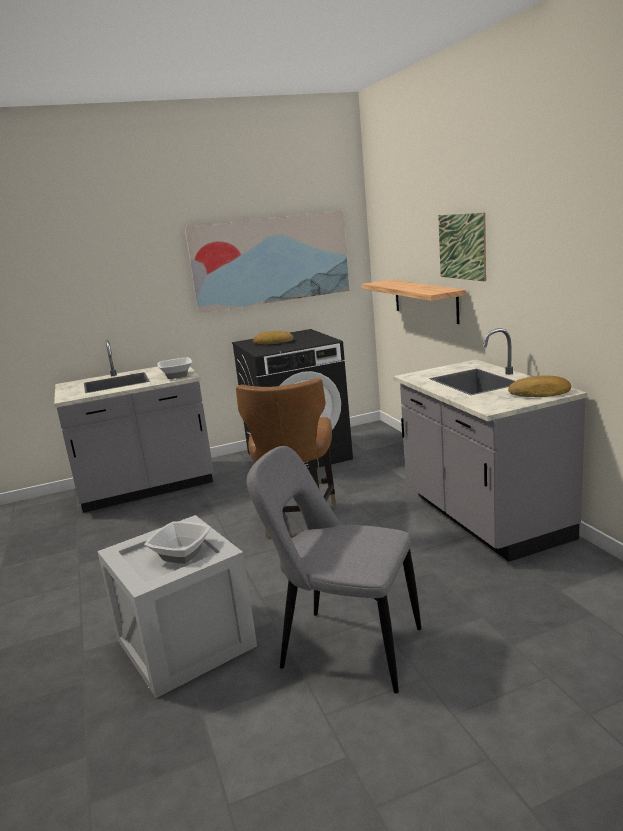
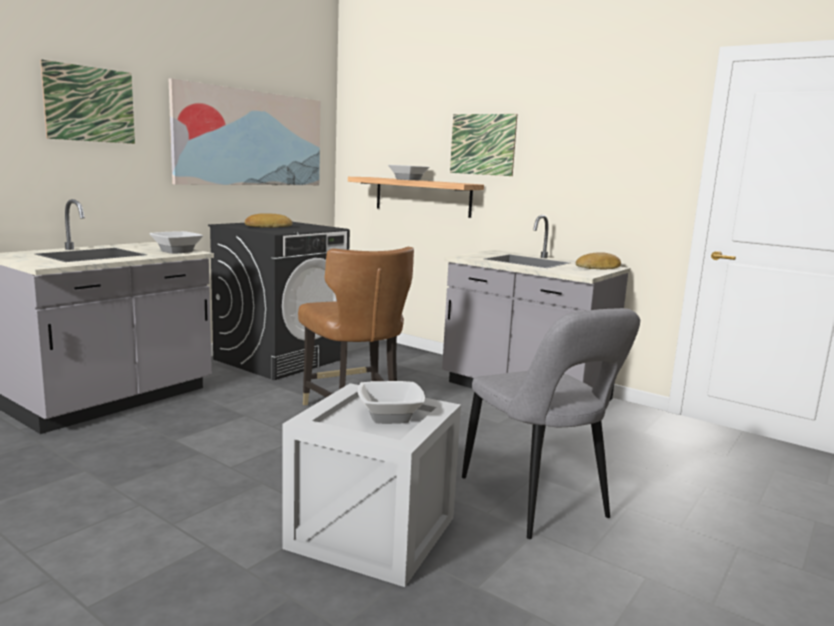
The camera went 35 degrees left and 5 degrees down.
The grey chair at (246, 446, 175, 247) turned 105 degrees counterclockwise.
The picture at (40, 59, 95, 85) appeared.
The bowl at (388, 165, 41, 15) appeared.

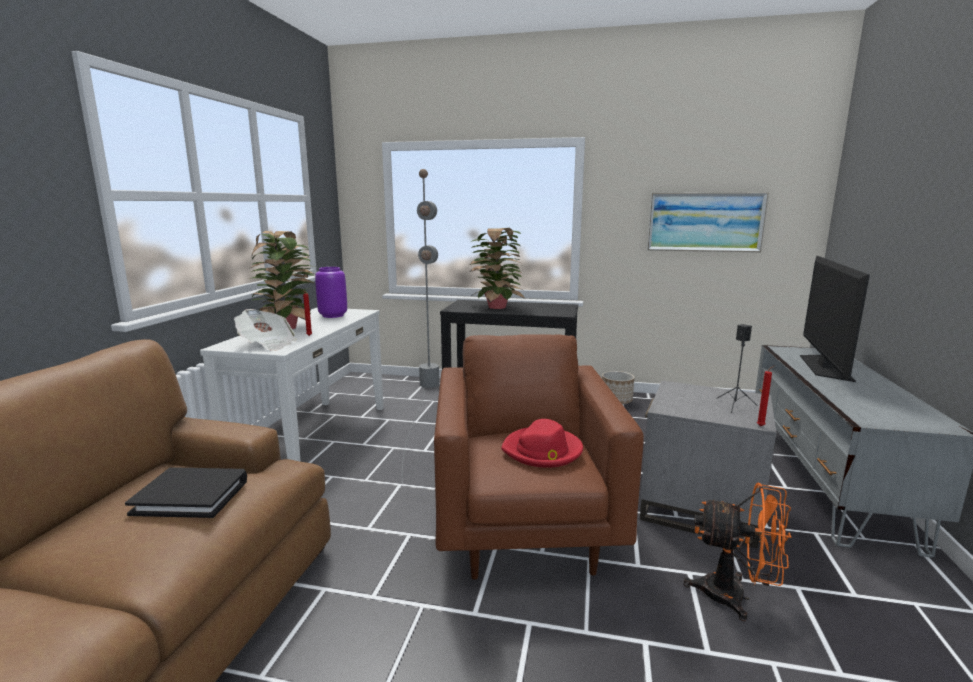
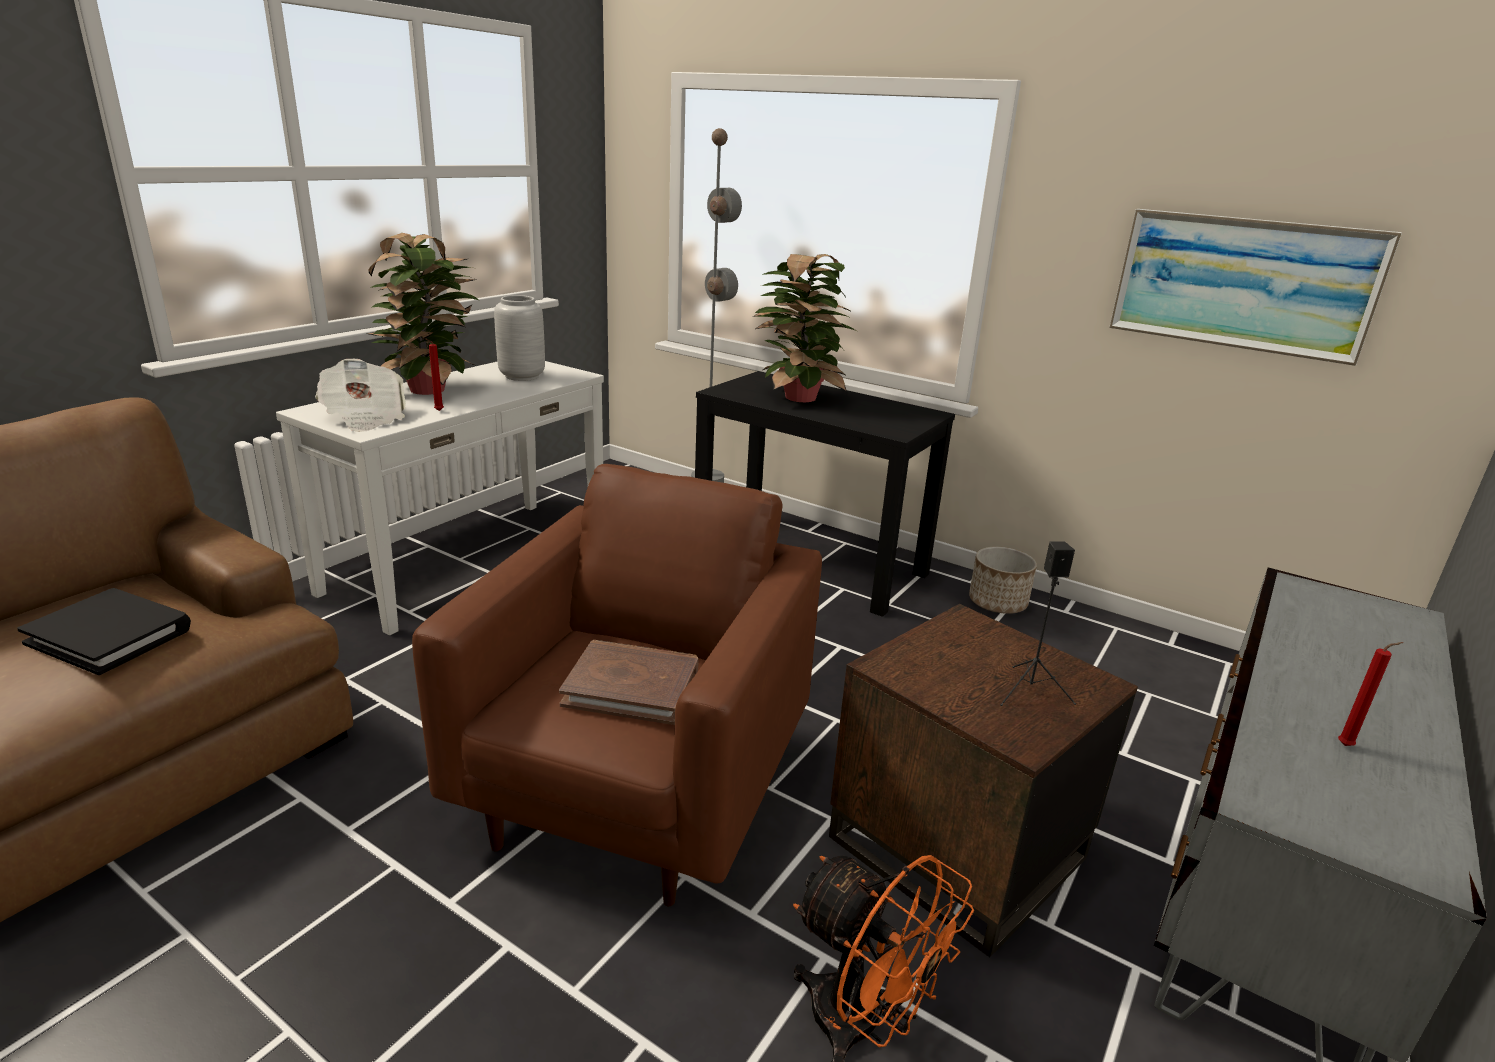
The camera went 20 degrees right and 10 degrees up.
The television at (800, 256, 70, 126) disappeared.
The purple vase at (315, 267, 32, 51) became the grey vase at (494, 295, 51, 86).
The red candle moved from (757, 365, 18, 61) to (1338, 642, 66, 104).
The grey side table at (640, 381, 137, 167) became the brown side table at (829, 604, 309, 353).
The red hat at (501, 419, 82, 49) was replaced by the brown book at (559, 640, 140, 85).

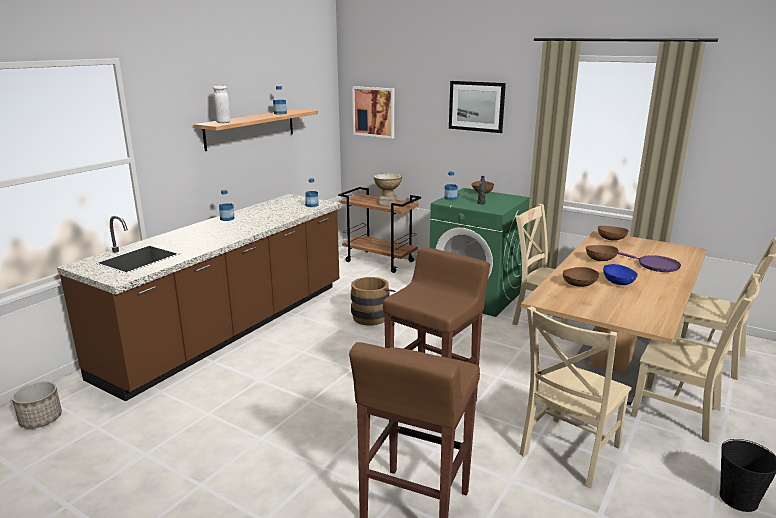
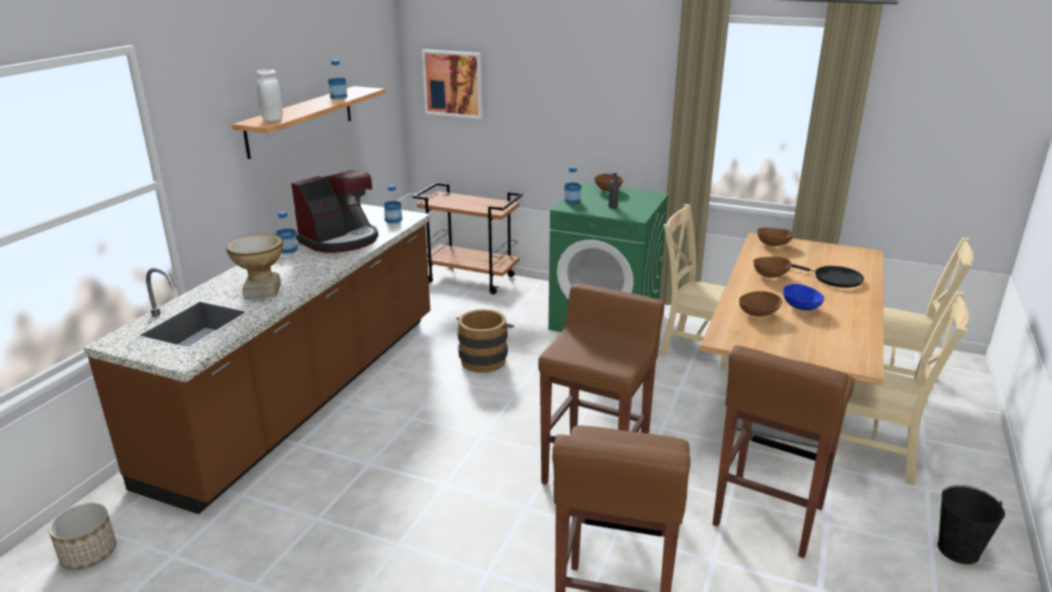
The camera went 10 degrees left and 5 degrees up.
The picture at (449, 81, 57, 52) disappeared.
The vase moved from (374, 173, 28, 32) to (226, 233, 57, 66).
The purple frying pan at (618, 252, 63, 20) became the black frying pan at (791, 264, 73, 24).
The beige chair at (520, 306, 112, 182) was replaced by the brown stool at (712, 345, 142, 213).
The coffee machine at (291, 170, 87, 83) appeared.

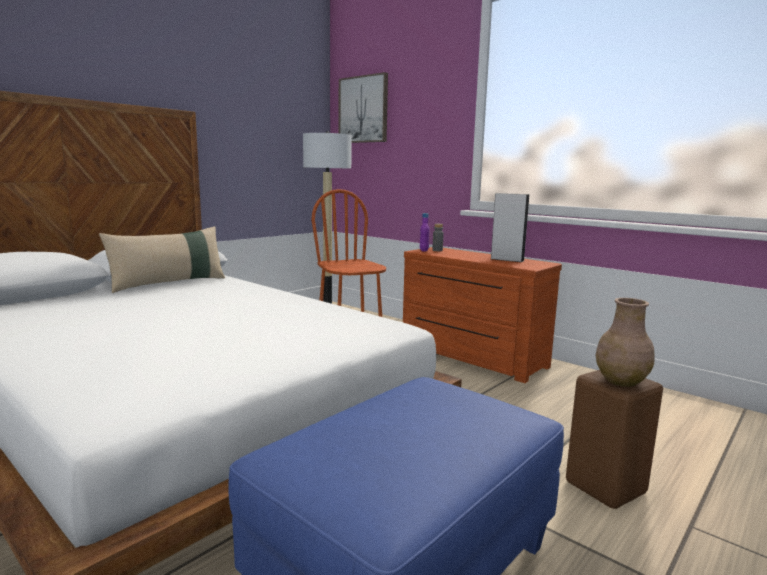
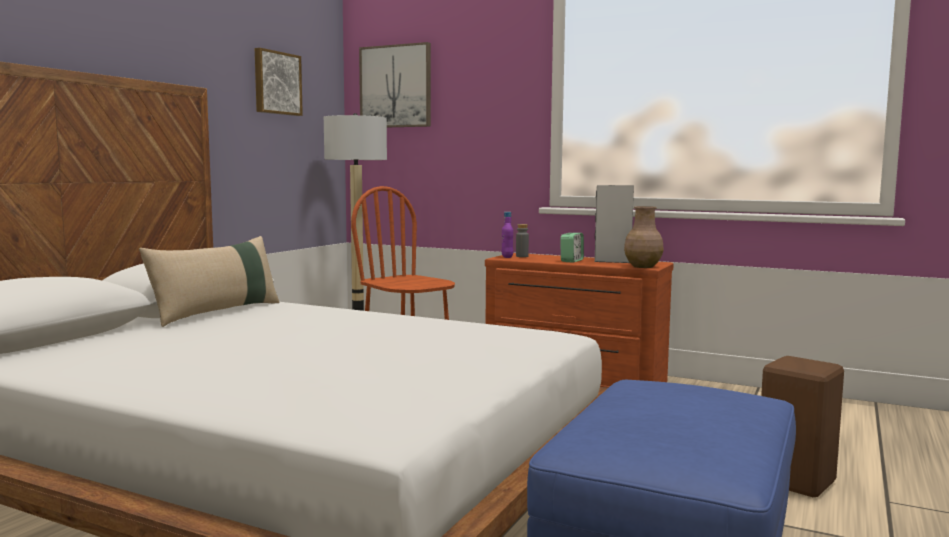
The camera went 15 degrees left and 5 degrees down.
The brown vase moved from (596, 298, 59, 89) to (624, 206, 39, 62).
The picture at (255, 48, 48, 68) appeared.
The alarm clock at (560, 233, 24, 30) appeared.

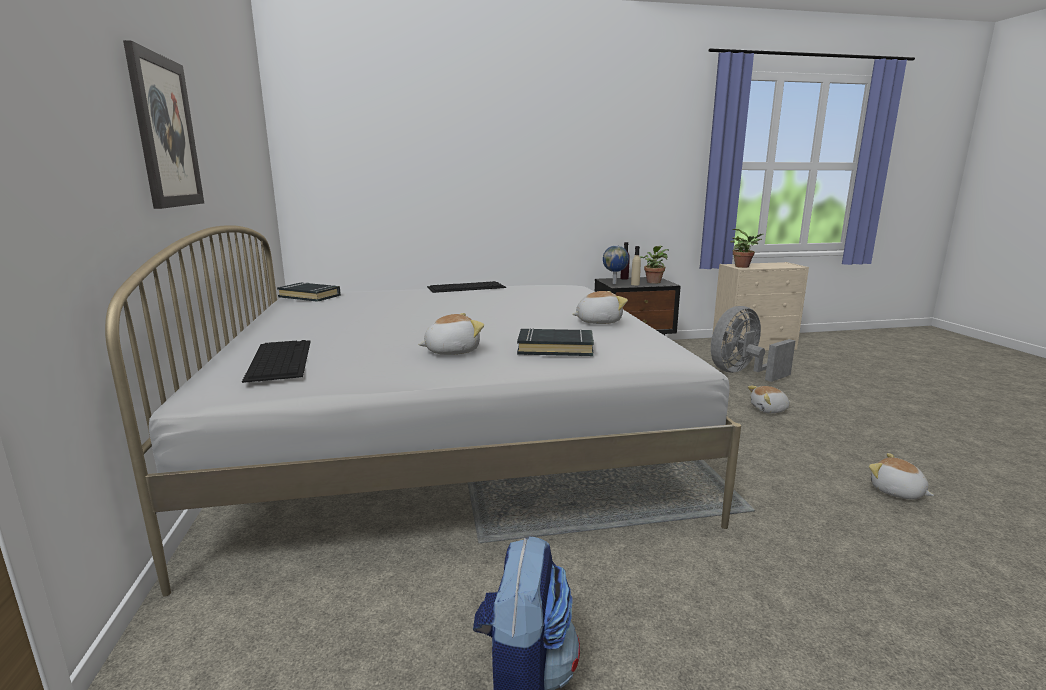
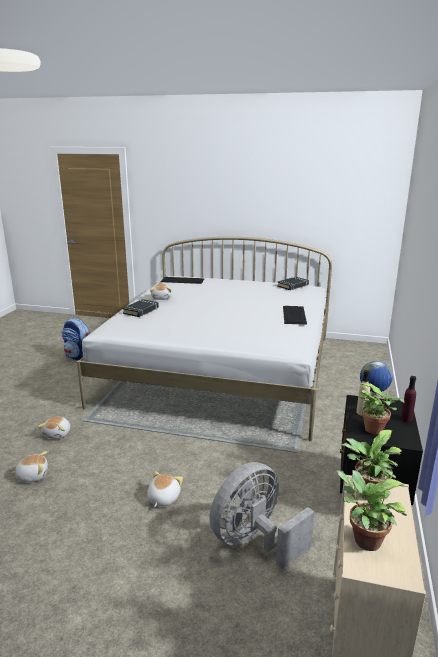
The camera went 115 degrees right and 5 degrees up.
The picture at (123, 40, 81, 169) disappeared.
The plush toy moved from (572, 291, 56, 33) to (38, 417, 32, 22).
The grey fan at (711, 306, 84, 76) turned 120 degrees counterclockwise.
The potted plant at (336, 470, 71, 81) appeared.

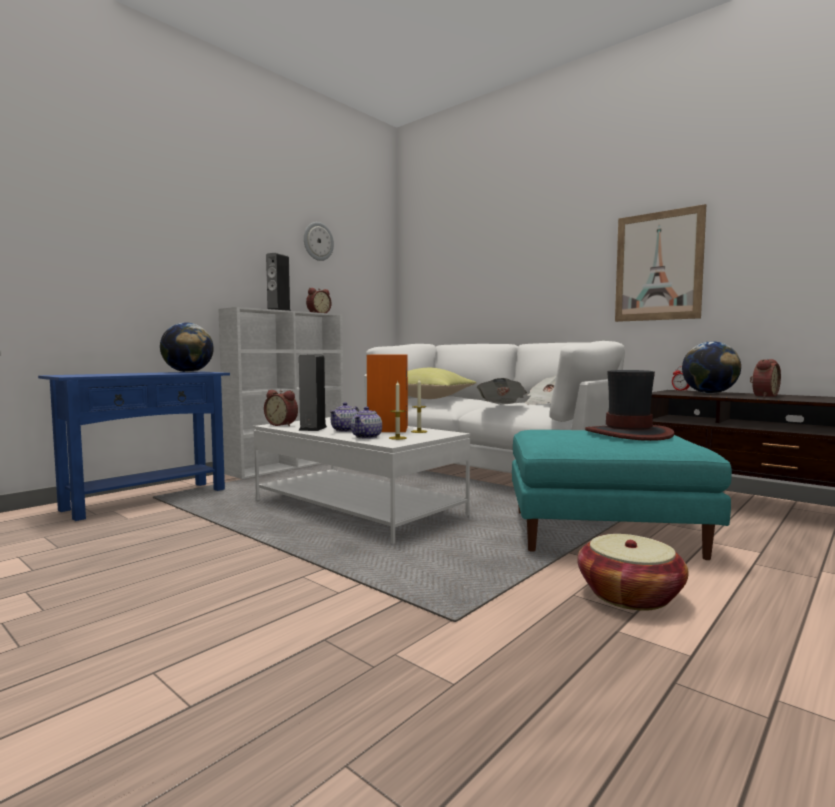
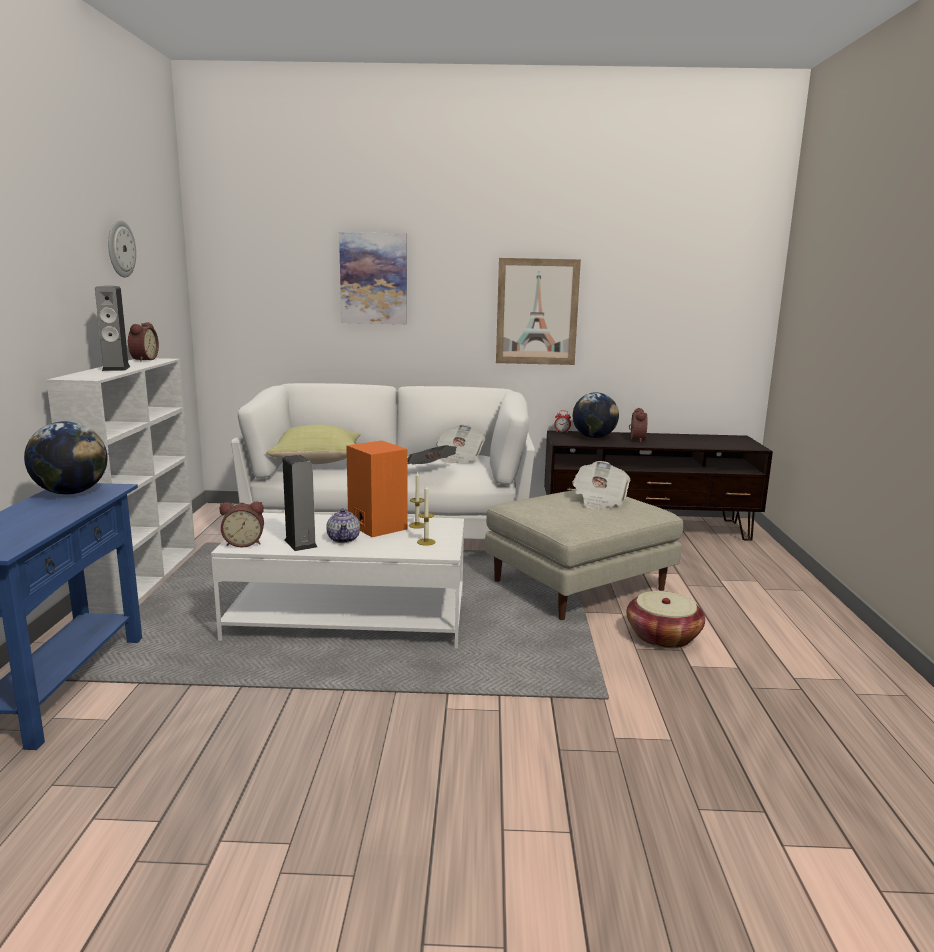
The camera went 40 degrees left and 10 degrees up.
The hat at (585, 370, 89, 71) was replaced by the newspaper at (572, 461, 59, 48).
The teapot at (351, 407, 31, 32) disappeared.
The turquoise ottoman at (512, 430, 220, 130) became the beige ottoman at (485, 490, 198, 130).
The picture at (339, 232, 68, 92) appeared.

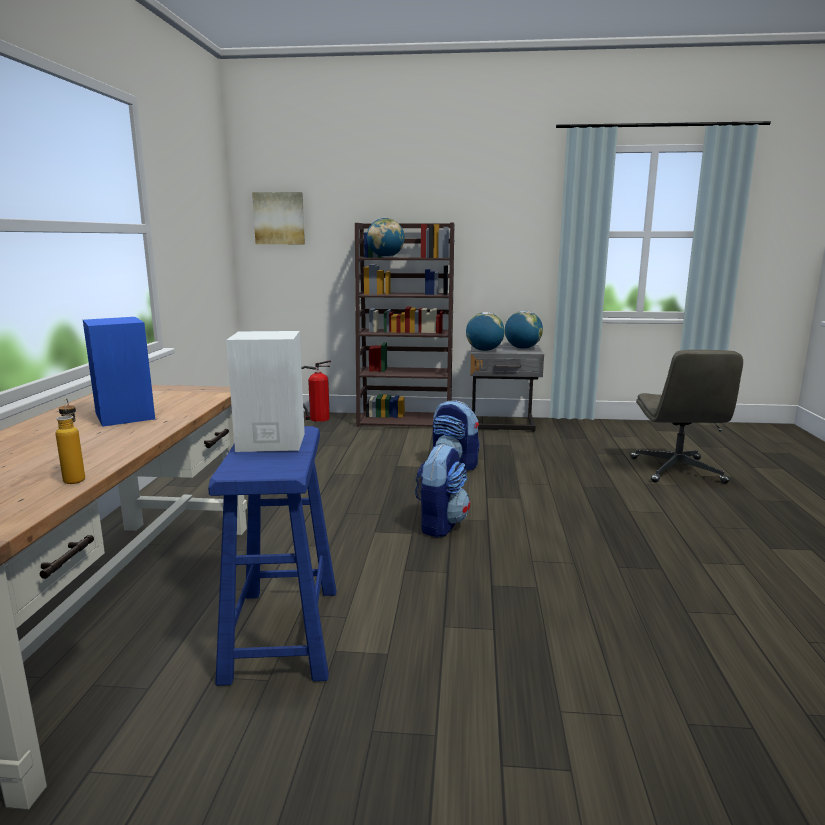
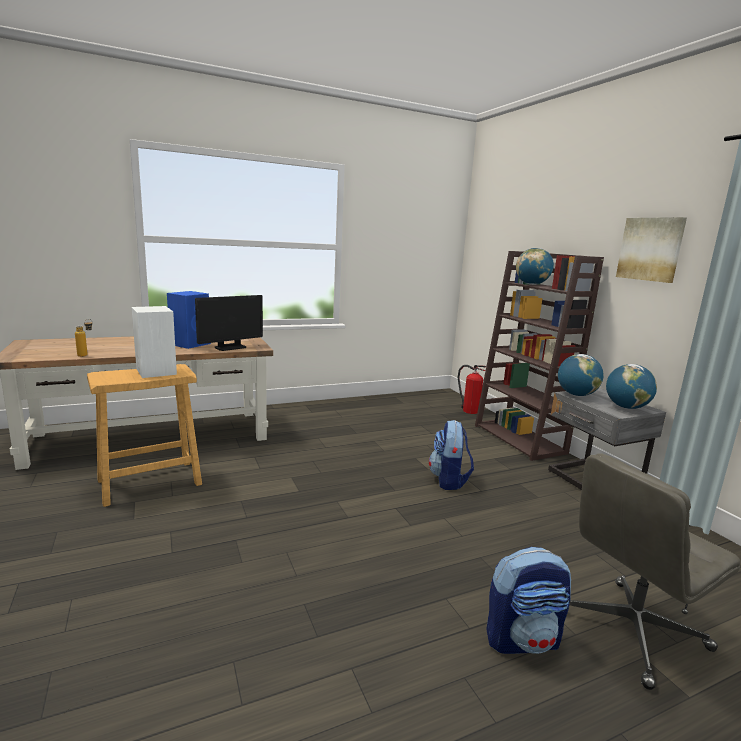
The camera went 60 degrees right and 0 degrees up.
The picture moved from (252, 192, 53, 52) to (616, 217, 71, 66).
The blue stool at (208, 426, 128, 260) became the beige stool at (87, 364, 115, 143).
The backpack moved from (415, 443, 55, 94) to (486, 547, 85, 107).
The monitor at (195, 295, 68, 56) appeared.

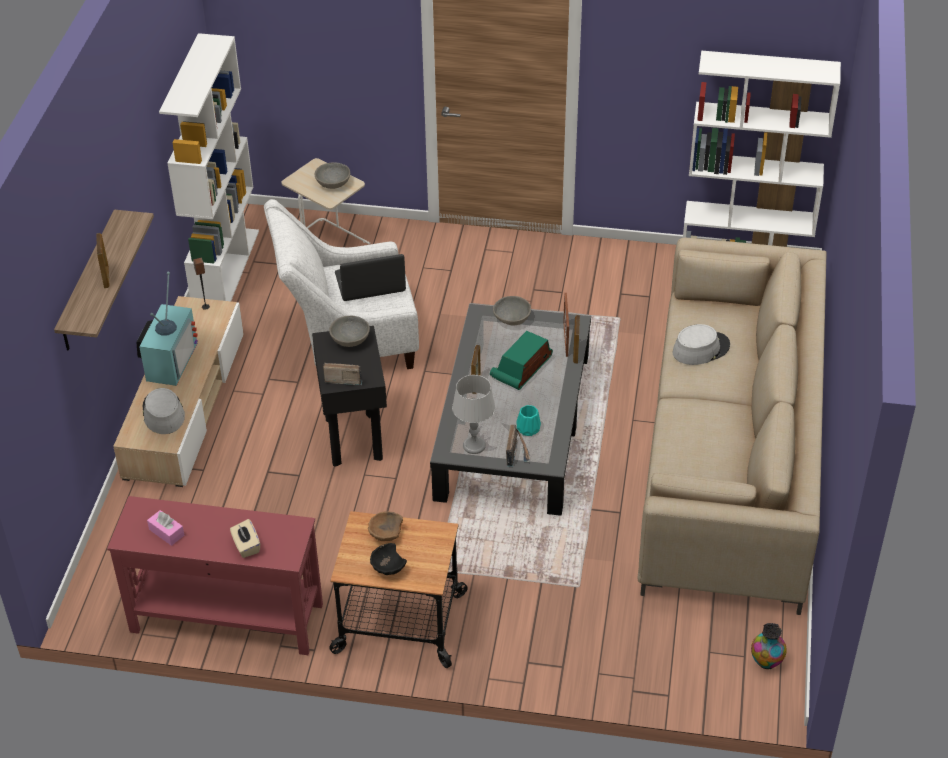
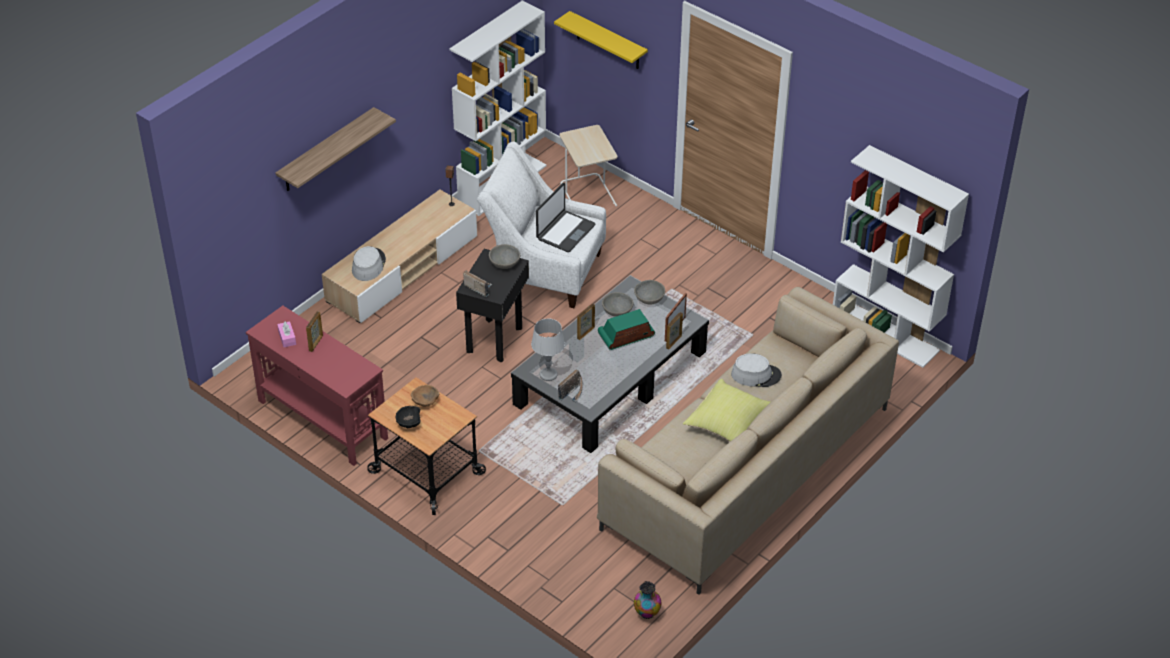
The camera went 30 degrees right and 0 degrees up.
The grey bowl moved from (314, 162, 36, 27) to (602, 292, 31, 25).
The picture frame moved from (96, 233, 13, 55) to (306, 311, 17, 41).
The laptop at (335, 254, 71, 47) turned 105 degrees clockwise.
The television at (137, 271, 61, 115) disappeared.
The turquoise vase at (516, 405, 25, 31) disappeared.
The beige tissue box at (230, 519, 30, 39) disappeared.
The yellow shelf at (554, 11, 94, 58) appeared.
The yellow pillow at (683, 379, 87, 63) appeared.

